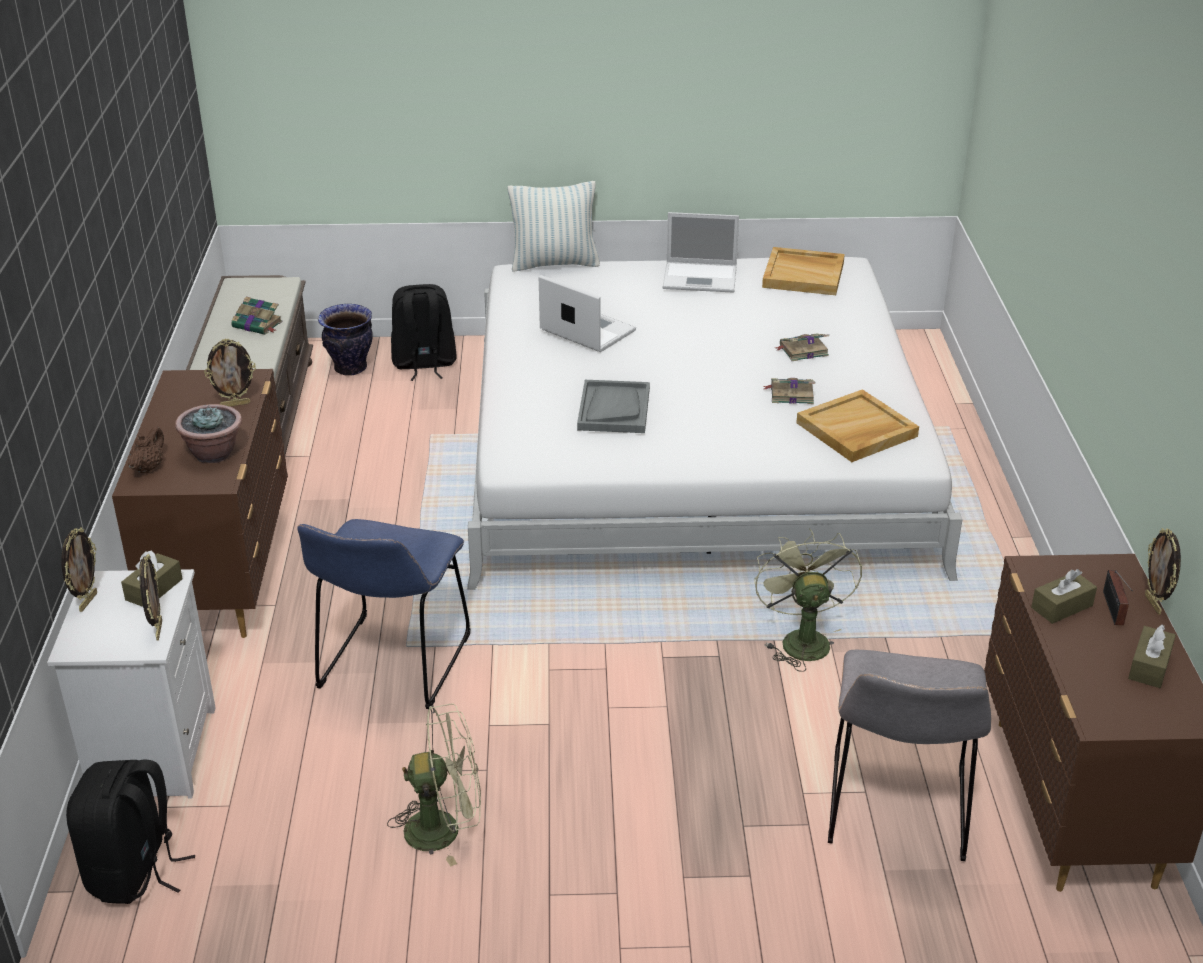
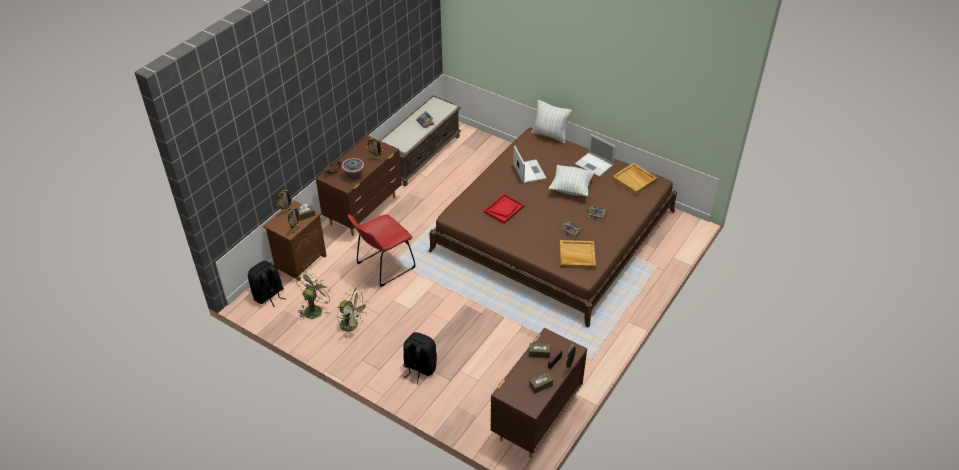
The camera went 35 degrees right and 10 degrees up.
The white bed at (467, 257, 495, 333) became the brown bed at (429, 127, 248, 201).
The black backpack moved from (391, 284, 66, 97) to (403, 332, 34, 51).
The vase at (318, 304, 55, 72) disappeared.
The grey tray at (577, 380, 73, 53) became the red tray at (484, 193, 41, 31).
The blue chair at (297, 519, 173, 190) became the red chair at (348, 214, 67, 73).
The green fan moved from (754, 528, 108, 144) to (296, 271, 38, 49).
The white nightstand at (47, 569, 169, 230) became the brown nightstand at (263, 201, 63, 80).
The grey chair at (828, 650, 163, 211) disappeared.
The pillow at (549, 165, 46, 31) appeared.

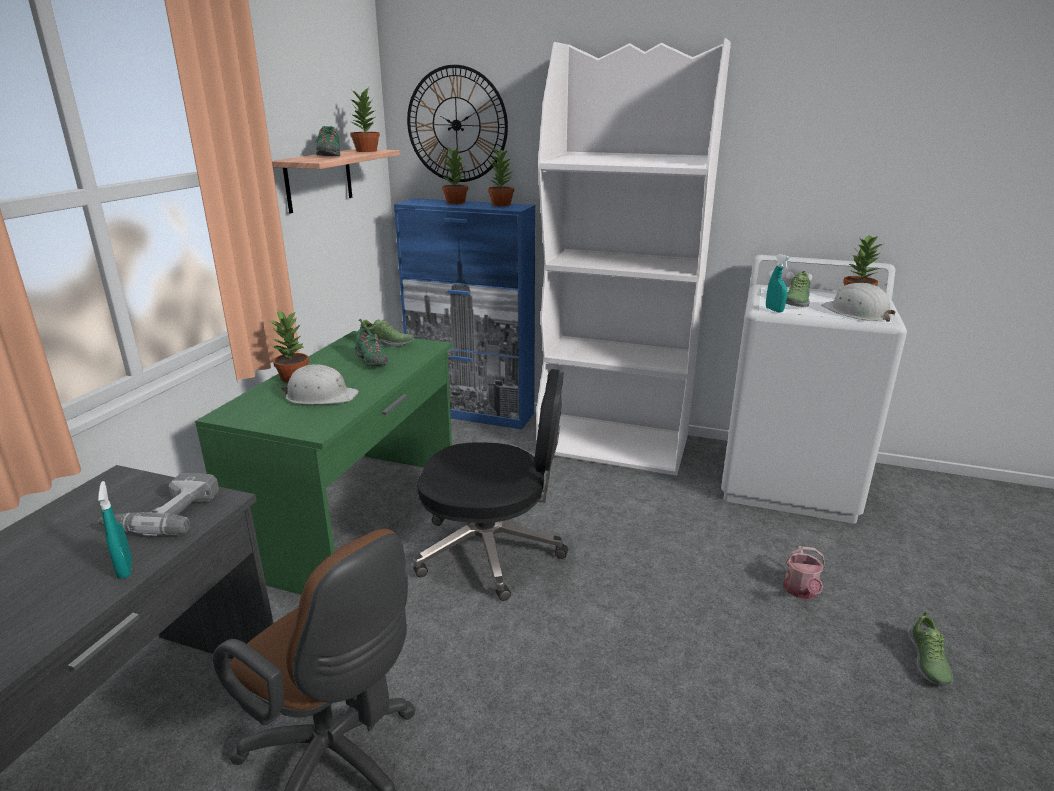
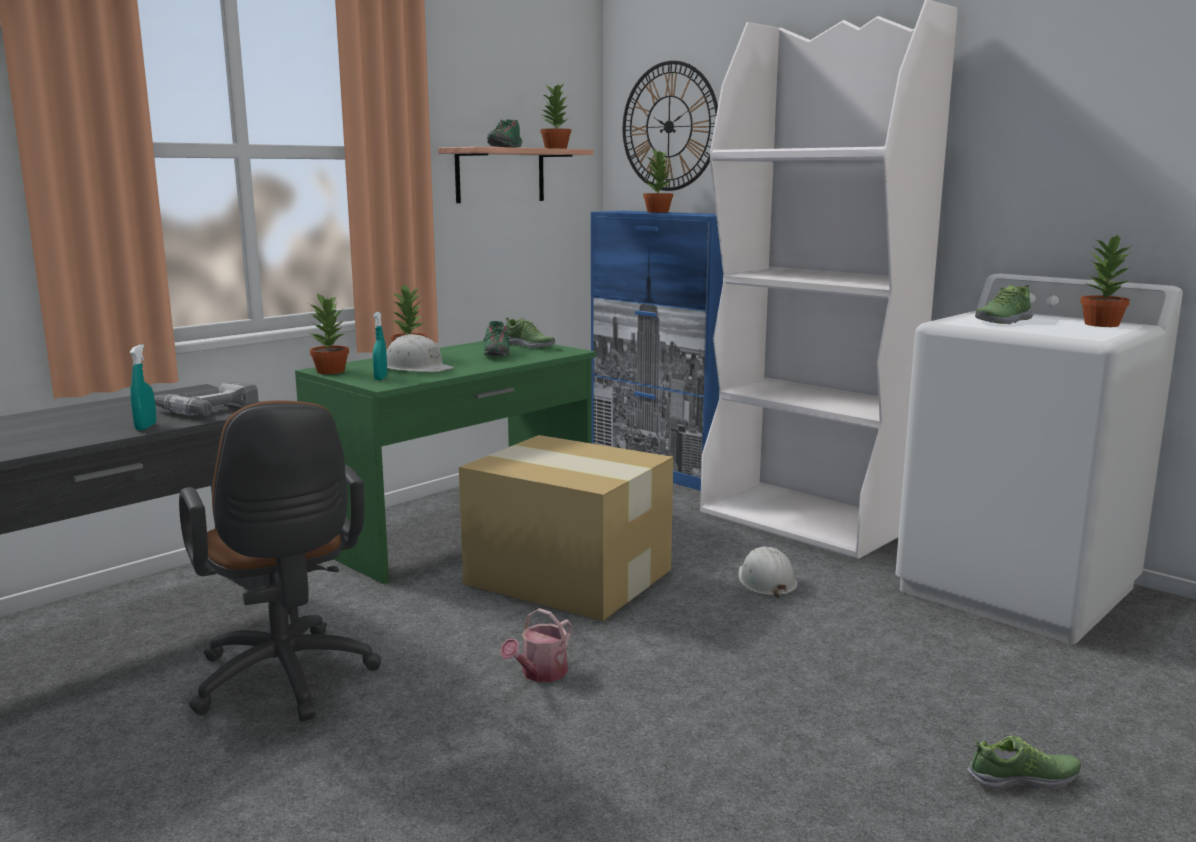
The camera went 25 degrees right and 10 degrees down.
The potted plant moved from (488, 149, 26, 57) to (309, 293, 40, 81).
The turquoise spray bottle moved from (766, 254, 24, 58) to (373, 312, 14, 68).
The white hard hat moved from (821, 283, 75, 39) to (738, 547, 59, 51).
The black office chair at (413, 369, 155, 232) was replaced by the cardboard box at (459, 435, 214, 186).
The watering can moved from (783, 546, 42, 53) to (500, 608, 72, 74).
The shoe at (908, 611, 45, 75) turned 135 degrees counterclockwise.

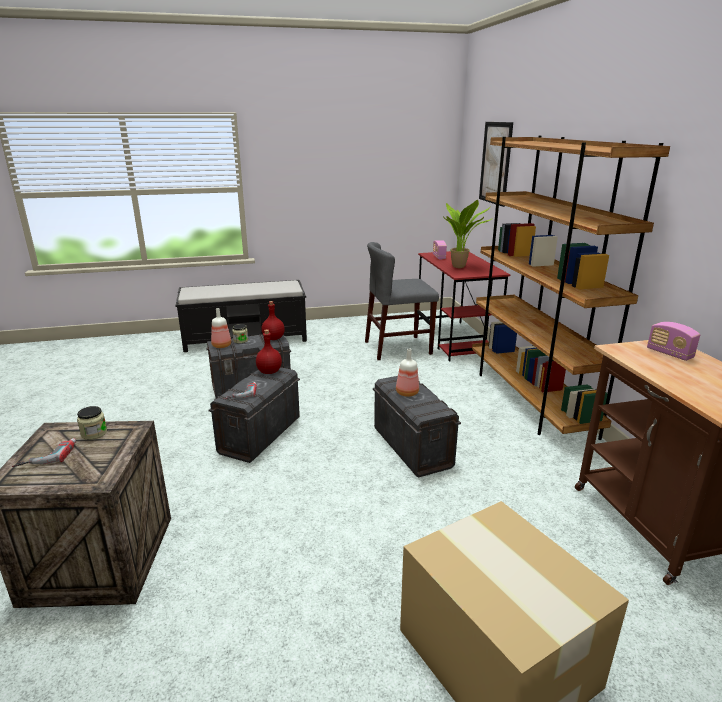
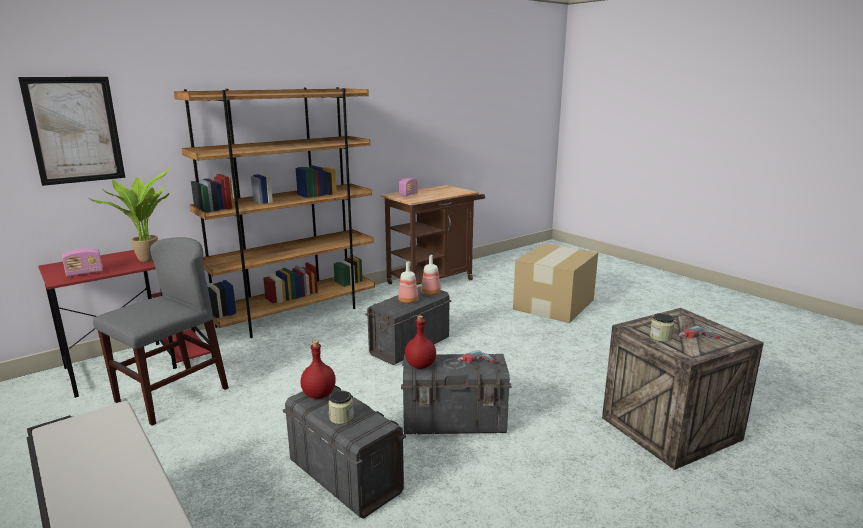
The camera went 115 degrees left and 5 degrees down.
The grey chair at (365, 242, 74, 118) turned 105 degrees counterclockwise.
The bottle moved from (211, 308, 20, 40) to (421, 255, 20, 40).

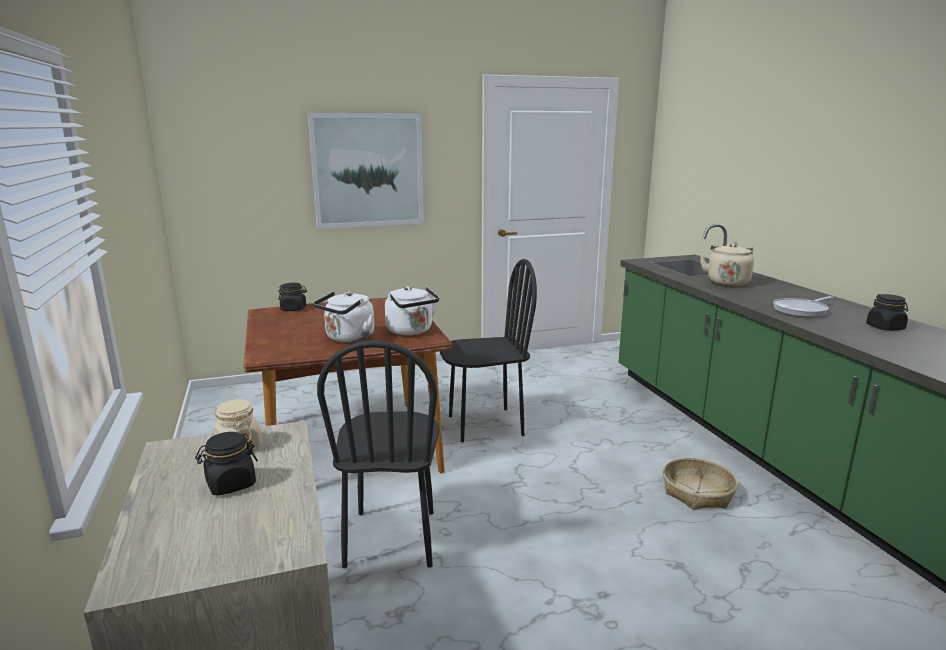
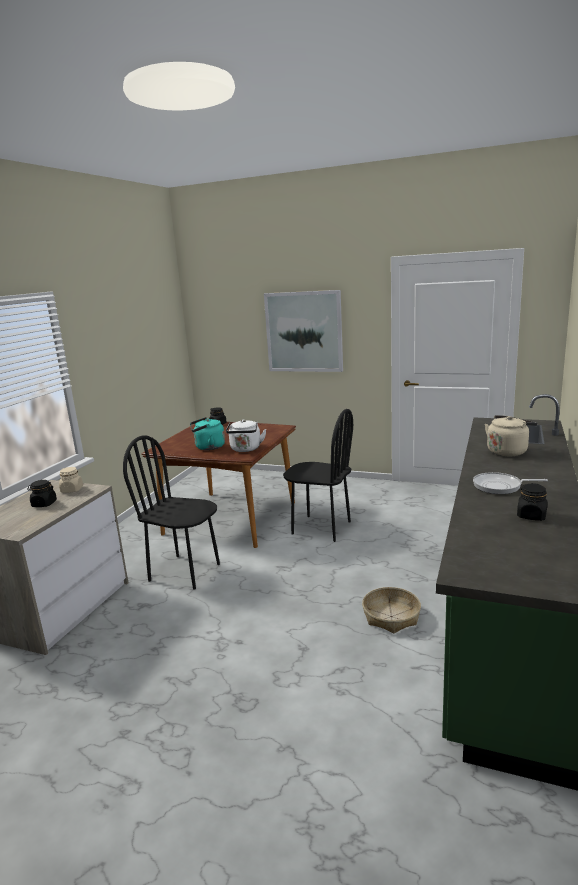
The camera went 40 degrees right and 0 degrees up.
The white kettle at (313, 292, 61, 50) became the turquoise kettle at (190, 417, 35, 33).
The black chair at (317, 340, 123, 228) turned 75 degrees clockwise.

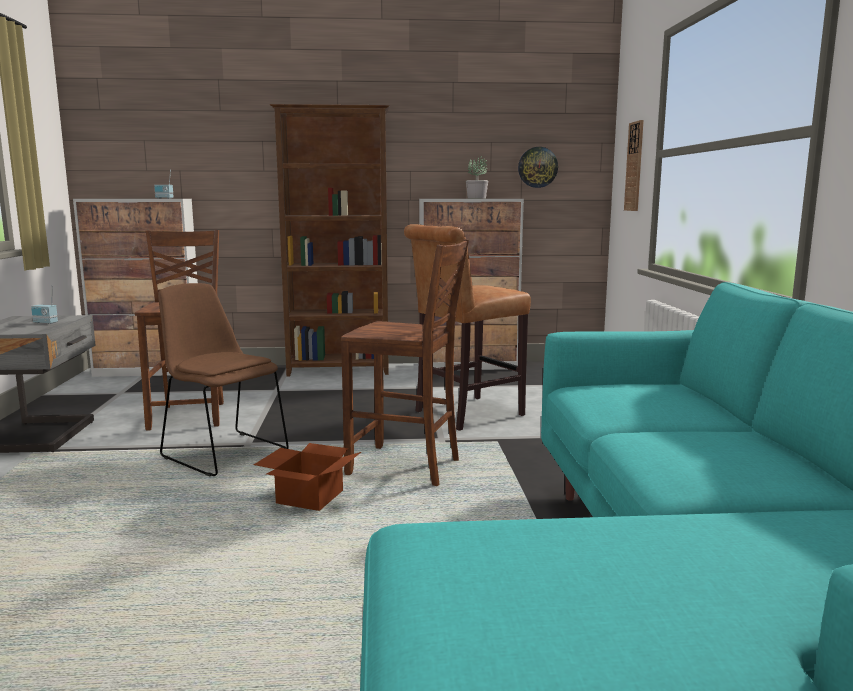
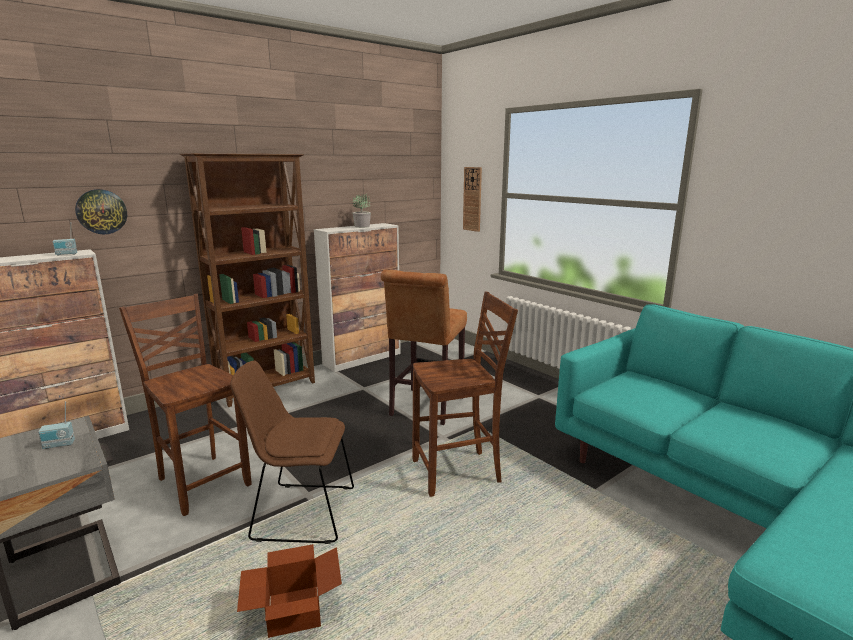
The camera went 35 degrees left and 5 degrees up.
The wall clock moved from (518, 147, 40, 41) to (75, 189, 52, 45).
The cardboard box moved from (254, 443, 107, 68) to (237, 544, 105, 94).

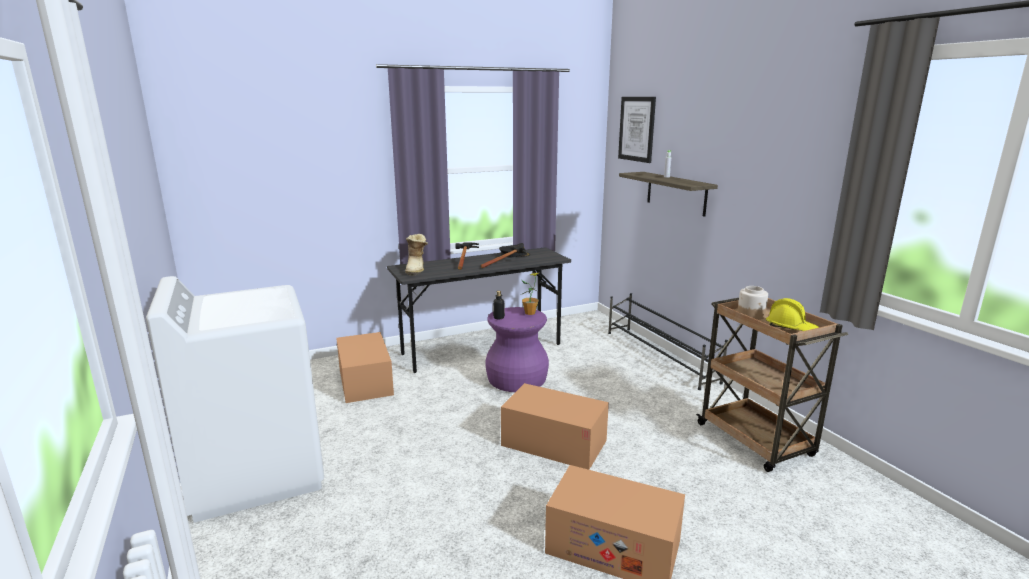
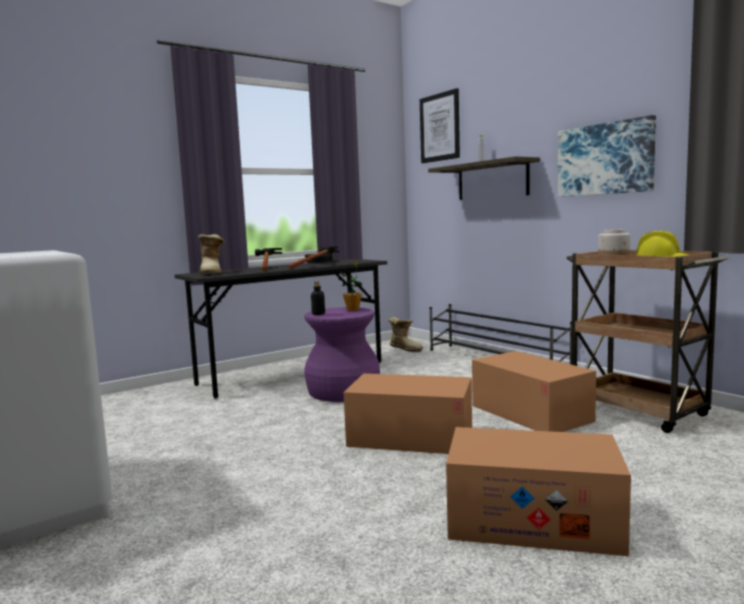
The camera went 10 degrees left and 10 degrees down.
The cardboard box moved from (336, 332, 58, 71) to (472, 351, 124, 81).
The picture at (558, 115, 98, 82) appeared.
The boot at (388, 317, 35, 35) appeared.

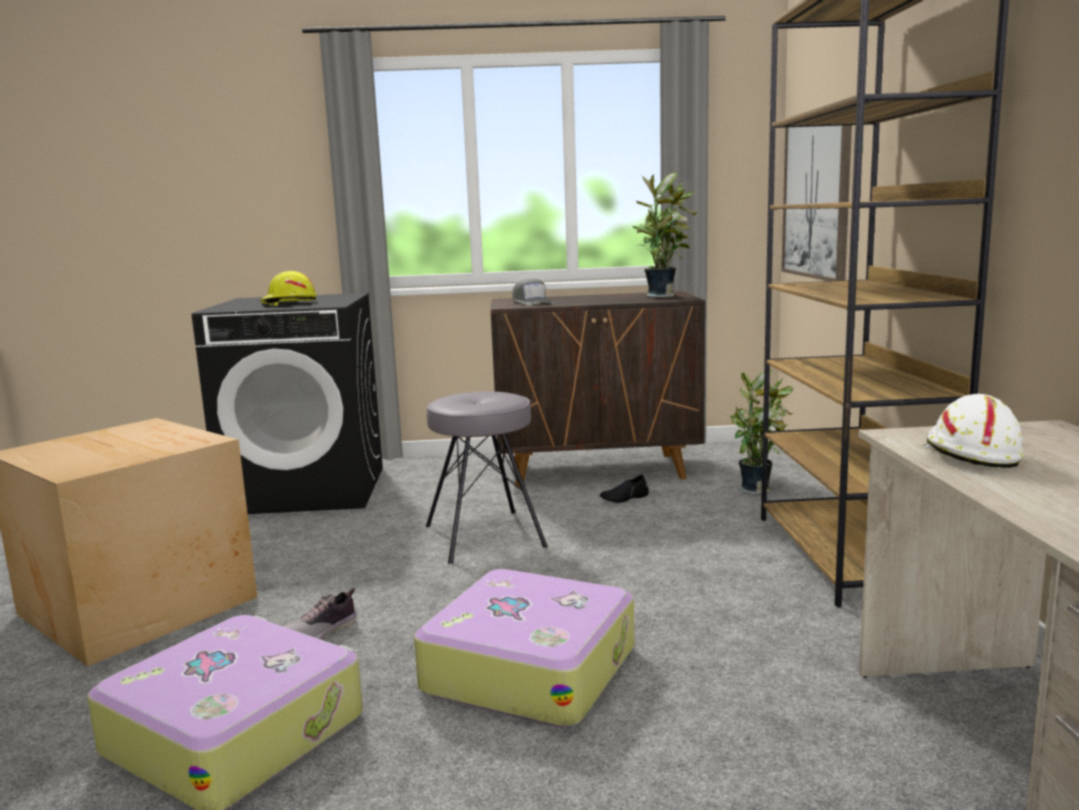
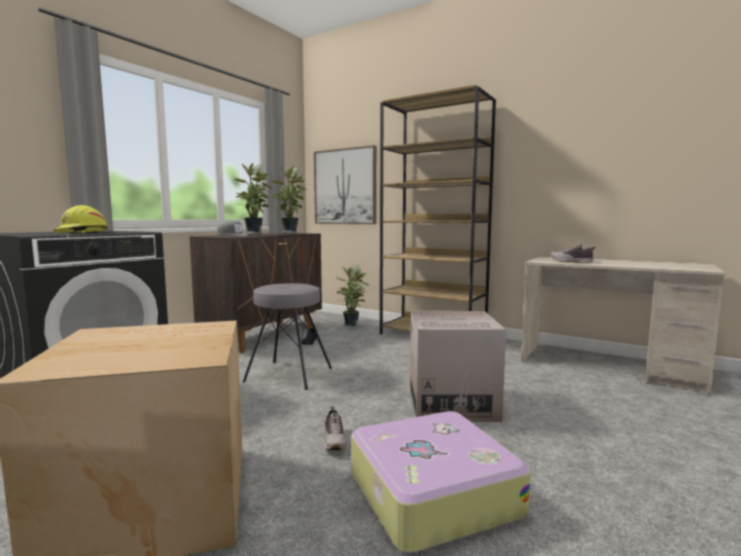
The camera went 55 degrees left and 5 degrees down.
The white hard hat at (923, 394, 101, 74) was replaced by the shoe at (550, 245, 46, 18).
The suitcase at (414, 569, 220, 158) was replaced by the cardboard box at (410, 311, 96, 111).
The potted plant at (234, 163, 39, 72) appeared.

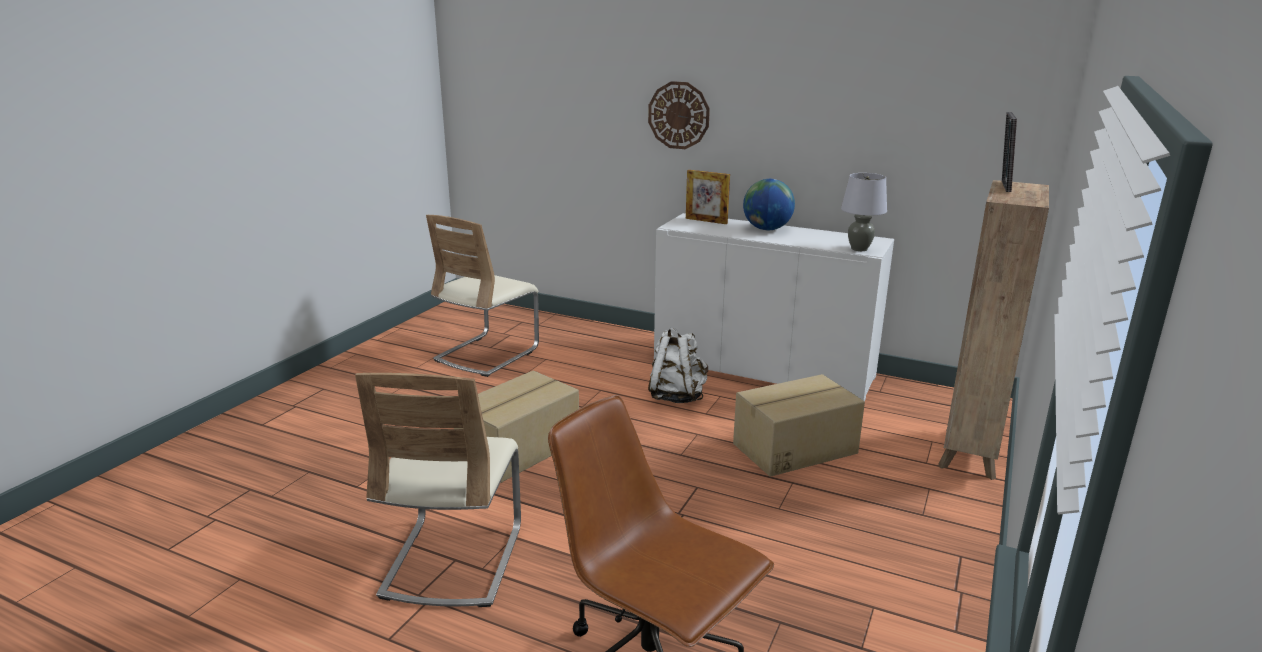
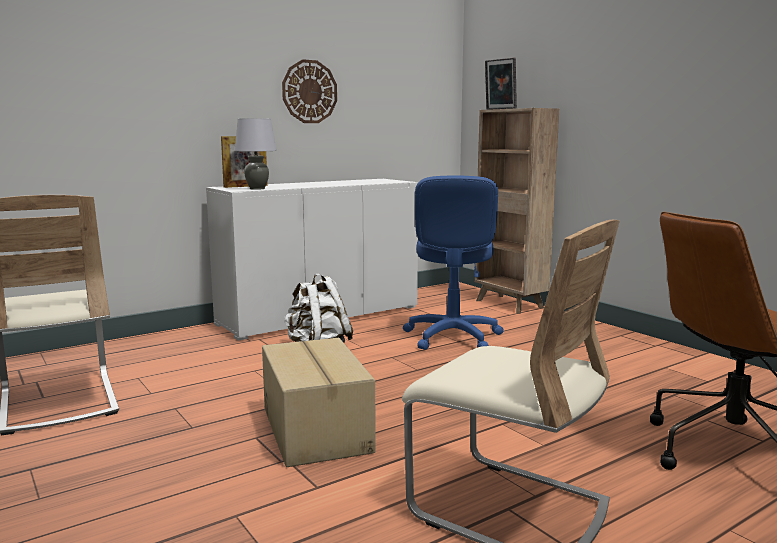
The camera went 60 degrees left and 10 degrees down.
The wall clock moved from (648, 81, 62, 68) to (282, 59, 55, 64).
The grey table lamp moved from (841, 173, 46, 78) to (234, 118, 43, 72).
The globe at (743, 179, 52, 51) disappeared.
The cardboard box at (733, 374, 132, 103) was replaced by the blue office chair at (403, 175, 101, 175).

